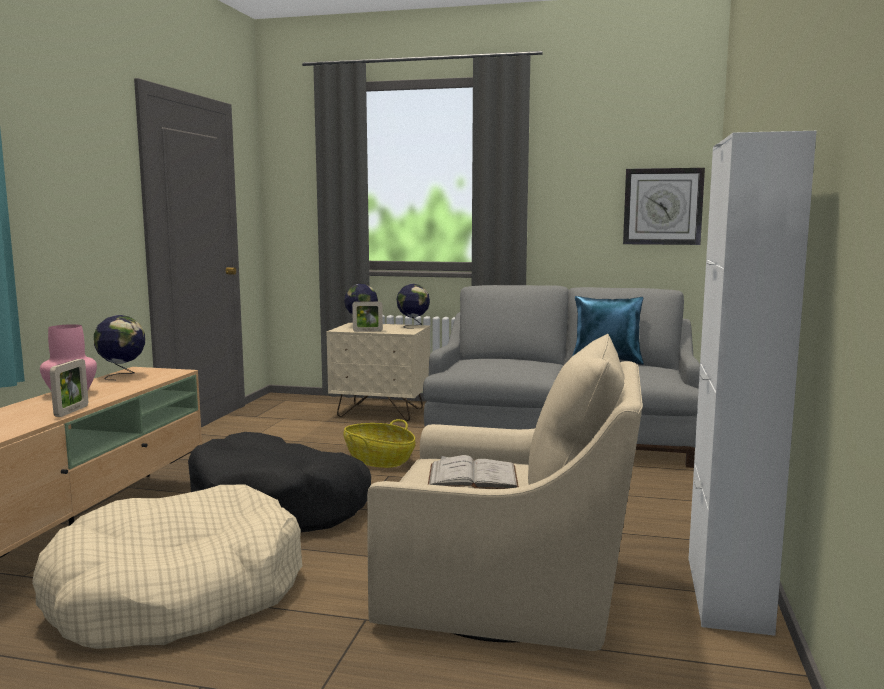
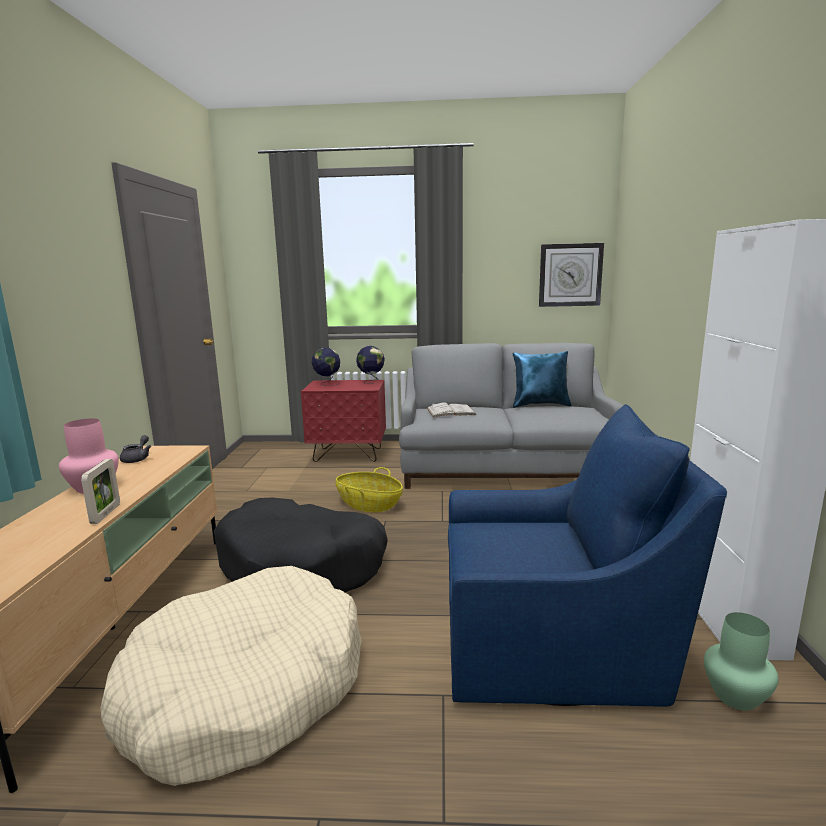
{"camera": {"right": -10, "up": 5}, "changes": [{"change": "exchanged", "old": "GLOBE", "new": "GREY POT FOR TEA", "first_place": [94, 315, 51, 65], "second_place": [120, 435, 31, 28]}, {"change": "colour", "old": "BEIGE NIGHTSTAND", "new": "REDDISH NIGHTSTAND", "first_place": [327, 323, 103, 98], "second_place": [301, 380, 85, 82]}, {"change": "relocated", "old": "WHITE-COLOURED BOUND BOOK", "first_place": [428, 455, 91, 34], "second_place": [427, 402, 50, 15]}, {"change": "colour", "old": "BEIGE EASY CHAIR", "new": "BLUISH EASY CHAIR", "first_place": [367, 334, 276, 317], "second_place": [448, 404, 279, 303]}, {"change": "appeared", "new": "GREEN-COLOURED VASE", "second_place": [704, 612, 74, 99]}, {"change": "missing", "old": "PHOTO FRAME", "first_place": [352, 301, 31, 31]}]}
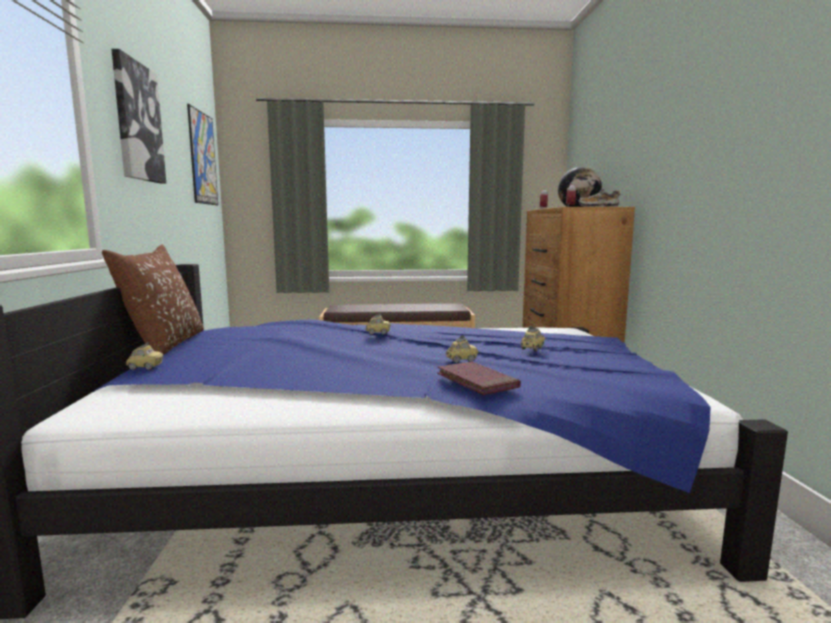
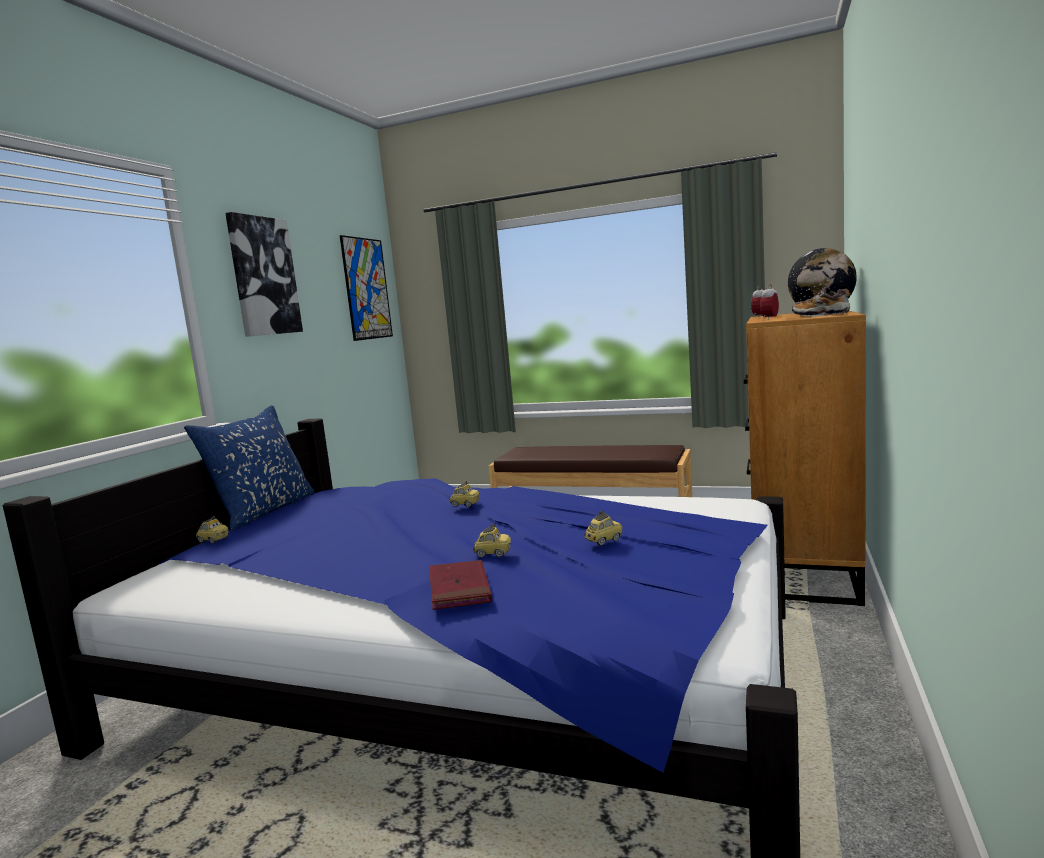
{"camera": {"right": 25, "up": 0}, "changes": [{"change": "colour", "old": "BROWNISH PILLOW", "new": "BLUISH PILLOW", "first_place": [102, 245, 102, 110], "second_place": [184, 405, 130, 125]}]}
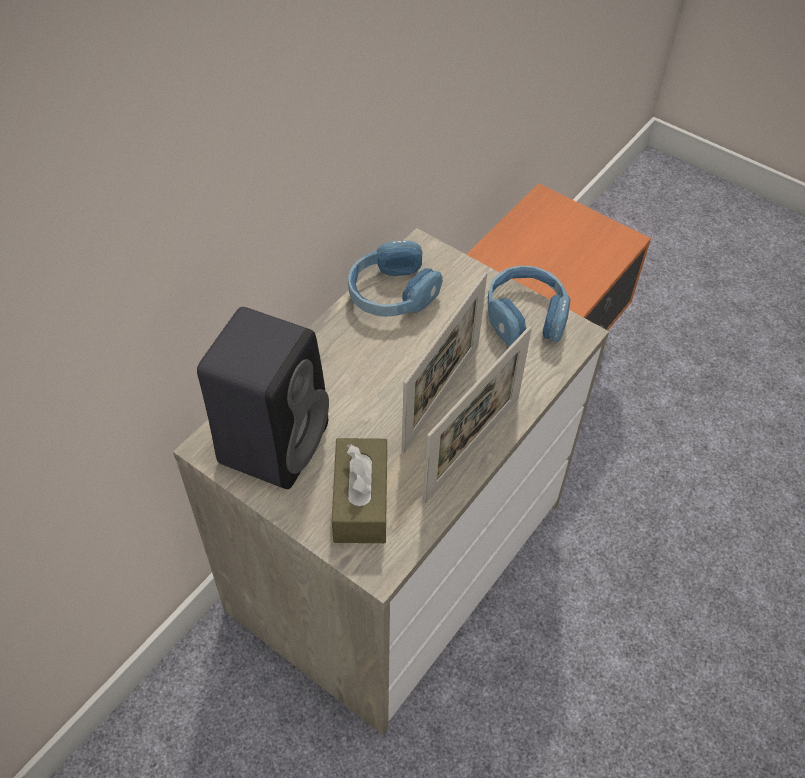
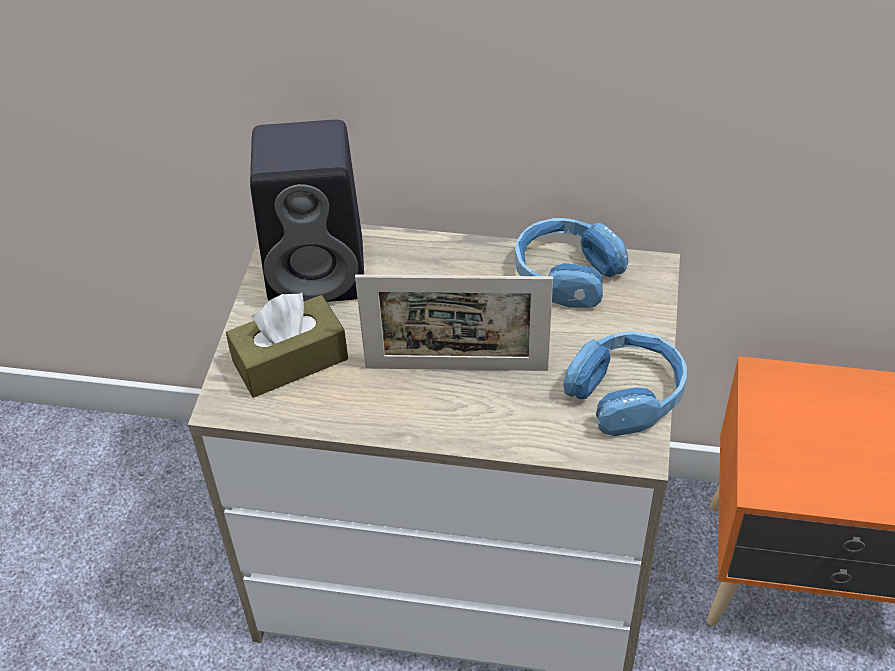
{"camera": {"right": 65, "up": -5}, "changes": [{"change": "missing", "old": "PHOTO FRAME", "first_place": [423, 326, 109, 178]}]}
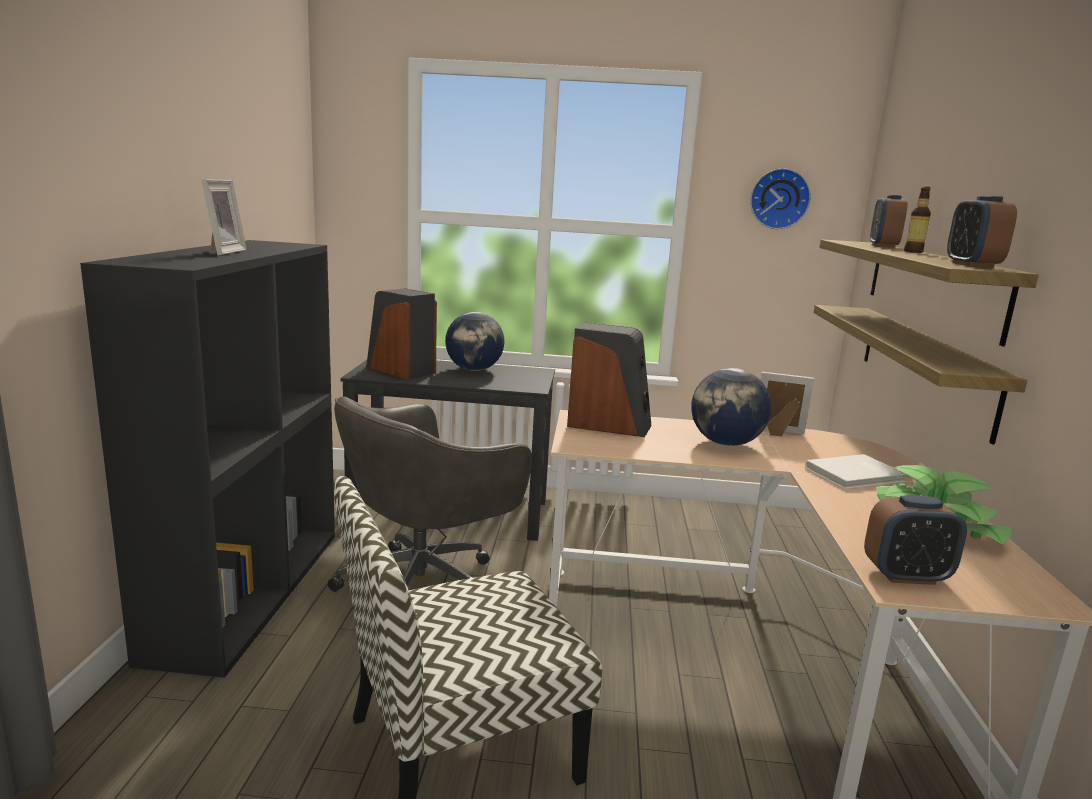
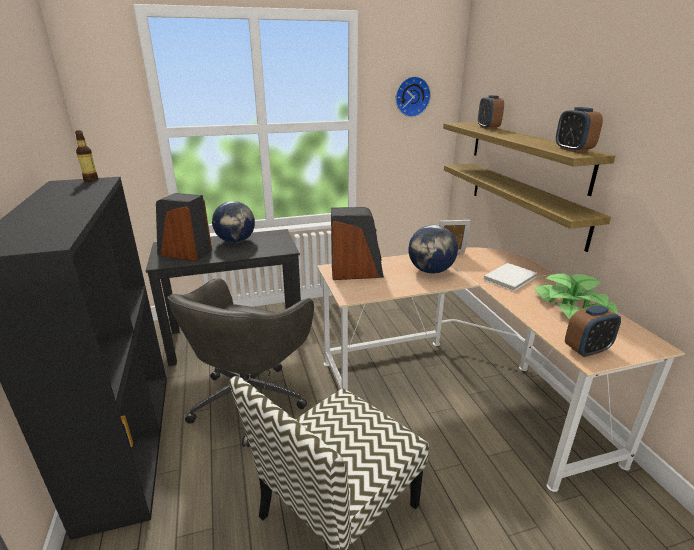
{"camera": {"right": -20, "up": 10}, "changes": [{"change": "relocated", "old": "BOTTLE", "first_place": [904, 187, 27, 66], "second_place": [75, 130, 23, 52]}, {"change": "missing", "old": "PHOTO FRAME", "first_place": [201, 179, 46, 76]}]}
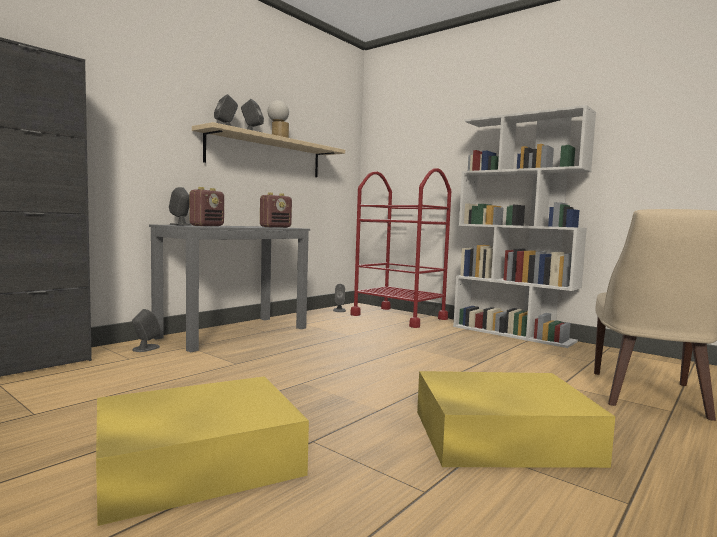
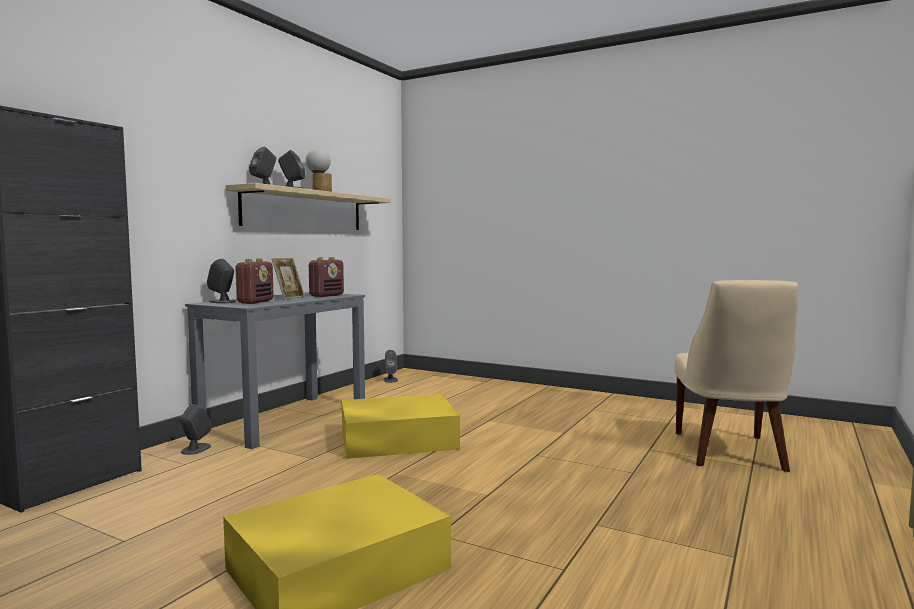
{"camera": {"right": -10, "up": 0}, "changes": [{"change": "appeared", "new": "PHOTO FRAME", "second_place": [272, 258, 33, 42]}, {"change": "relocated", "old": "YELLOWISH STORAGE CONTAINER", "first_place": [417, 371, 198, 97], "second_place": [342, 394, 118, 65]}, {"change": "missing", "old": "REDDISH CART", "first_place": [350, 168, 101, 160]}, {"change": "missing", "old": "WHITE-COLOURED BOOKSHELF", "first_place": [453, 105, 143, 243]}]}
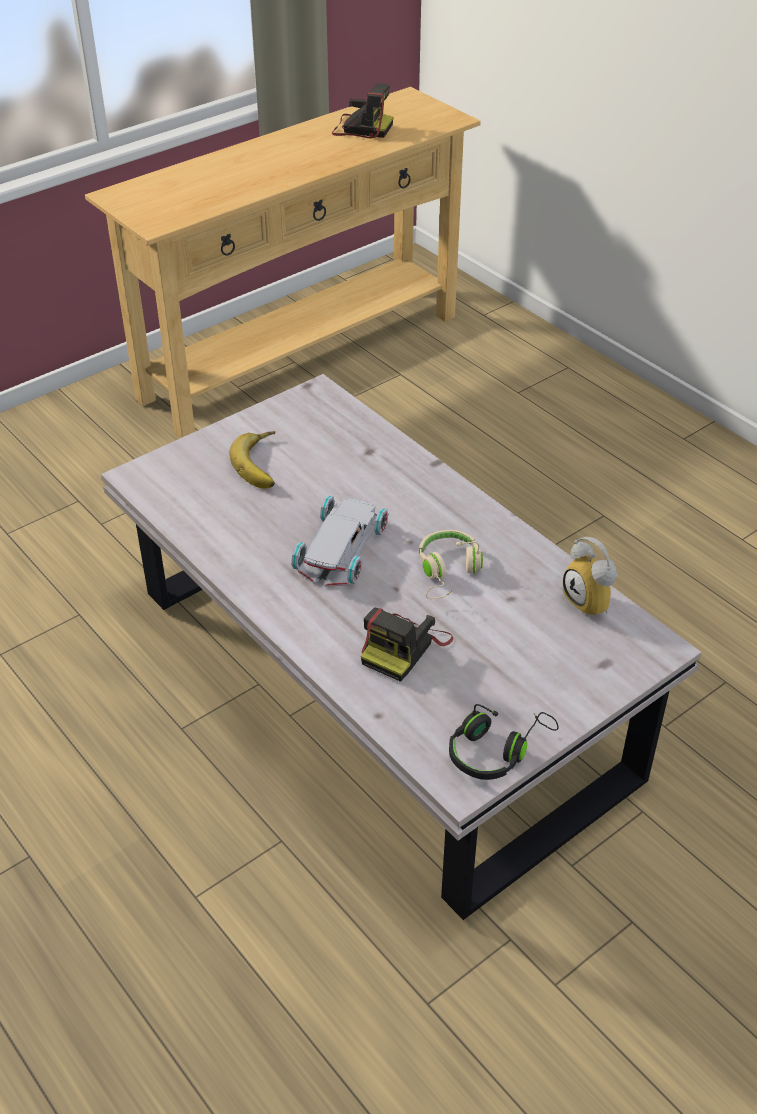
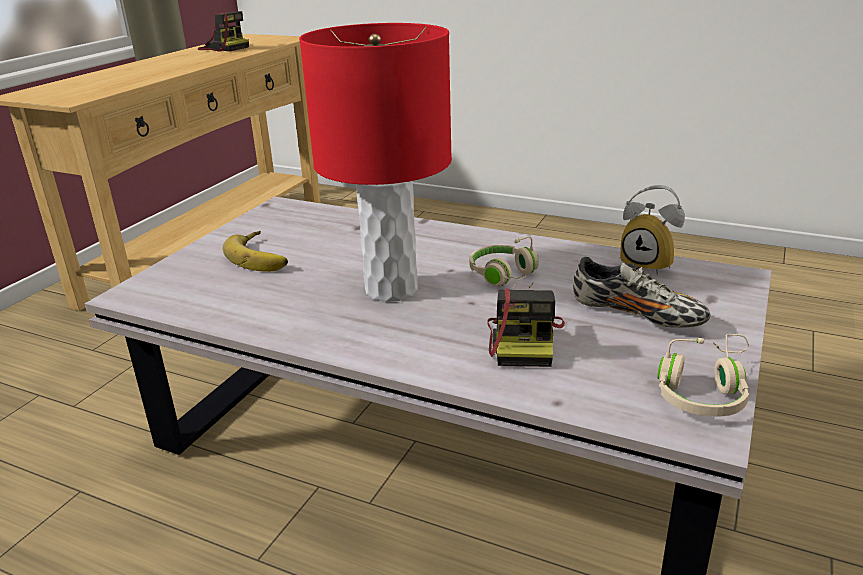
{"camera": {"right": -25, "up": -15}, "changes": [{"change": "spun", "old": "STILL CAMERA", "first_place": [332, 84, 61, 54], "second_place": [198, 11, 51, 41], "degrees": 45}, {"change": "exchanged", "old": "WHITE-COLOURED TOY CAR", "new": "REDDISH TABLE LAMP", "first_place": [291, 495, 97, 92], "second_place": [299, 23, 153, 279]}, {"change": "appeared", "new": "ITEM OF FOOTWEAR", "second_place": [573, 257, 138, 70]}, {"change": "colour", "old": "BLACK-COLOURED PAIR OF HEADPHONES", "new": "BEIGE PAIR OF HEADPHONES", "first_place": [449, 704, 109, 76], "second_place": [657, 334, 92, 83]}]}
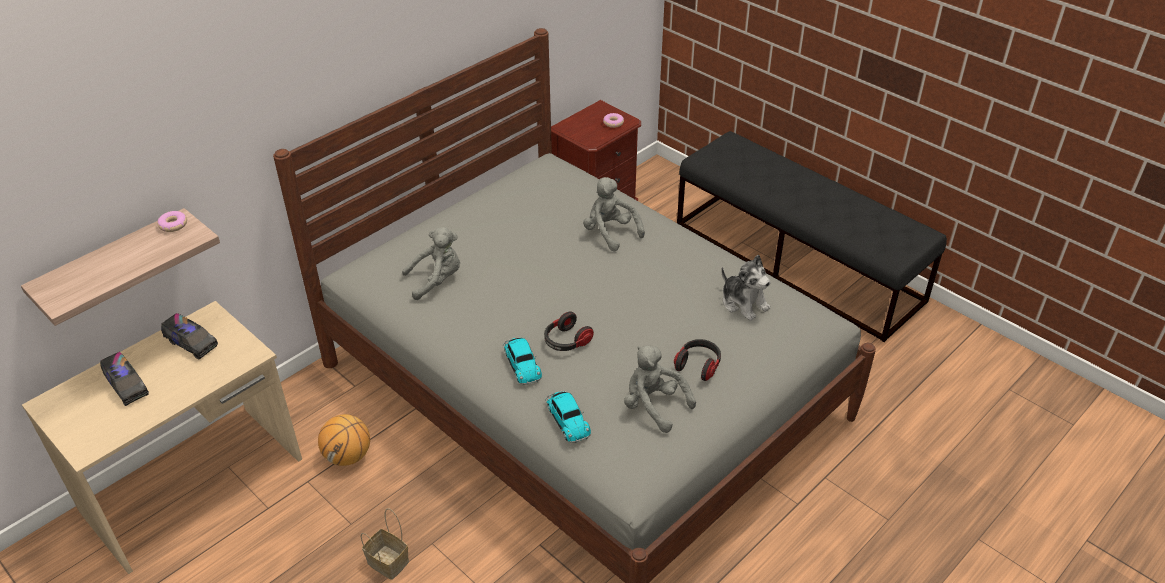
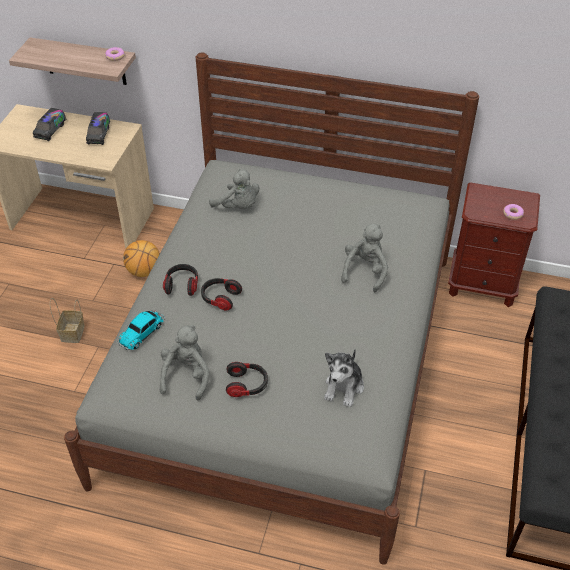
{"camera": {"right": 60, "up": 5}, "changes": [{"change": "exchanged", "old": "TOY CAR", "new": "PAIR OF HEADPHONES", "first_place": [503, 337, 39, 48], "second_place": [163, 264, 35, 32]}]}
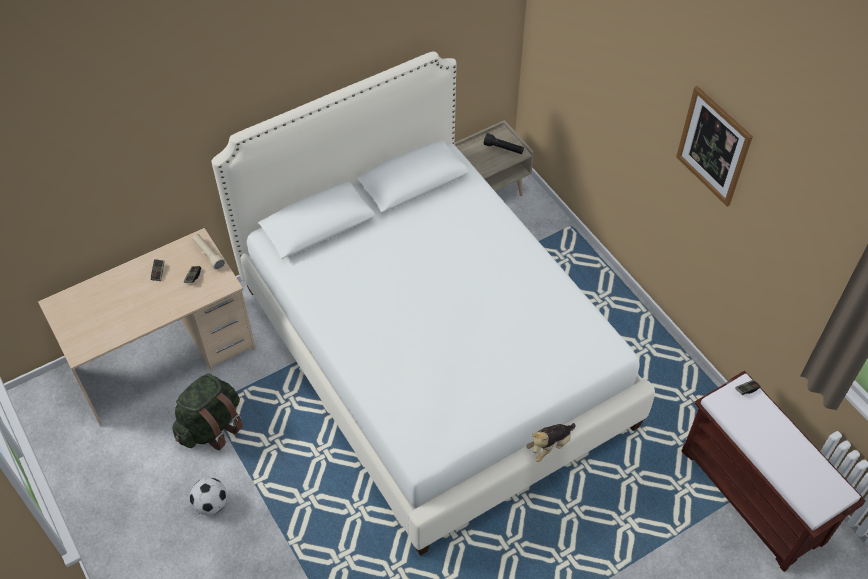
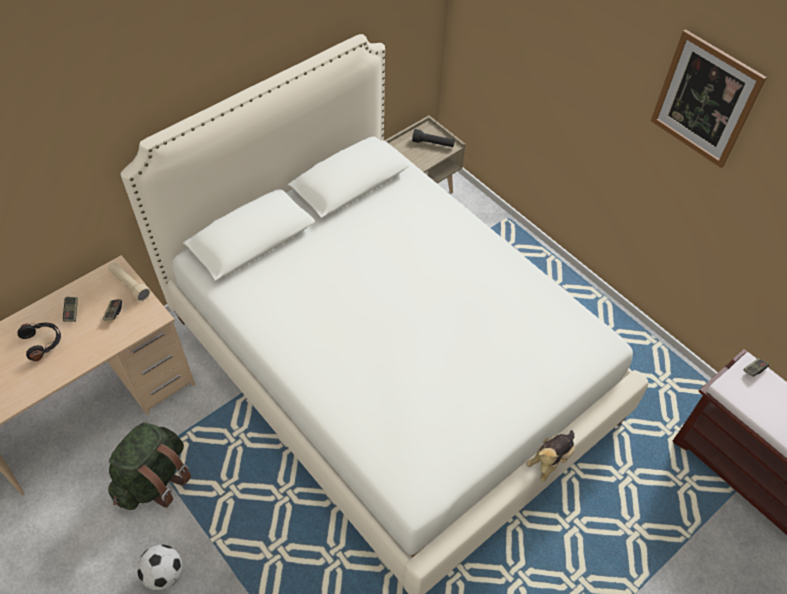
{"camera": {"right": -10, "up": 0}, "changes": [{"change": "appeared", "new": "BLACK-COLOURED PAIR OF HEADPHONES", "second_place": [17, 323, 44, 38]}]}
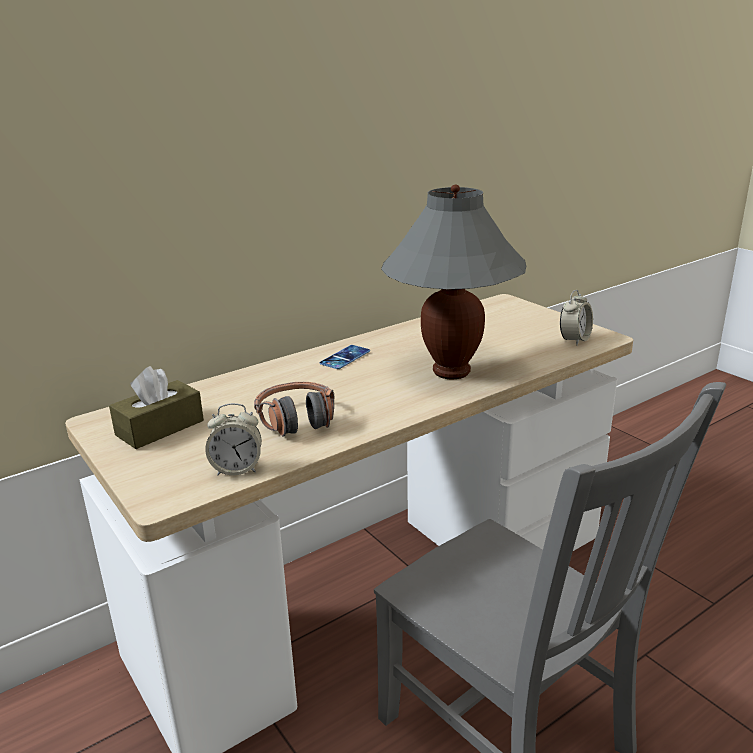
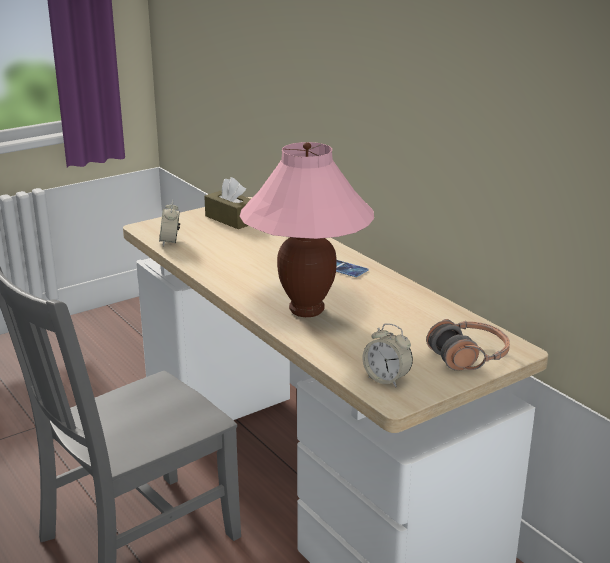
{"camera": {"right": 90, "up": 0}, "changes": [{"change": "colour", "old": "GREY TABLE LAMP", "new": "PINK TABLE LAMP", "first_place": [381, 185, 145, 194], "second_place": [239, 142, 135, 175]}, {"change": "relocated", "old": "PAIR OF HEADPHONES", "first_place": [254, 382, 80, 55], "second_place": [426, 319, 84, 52]}]}
